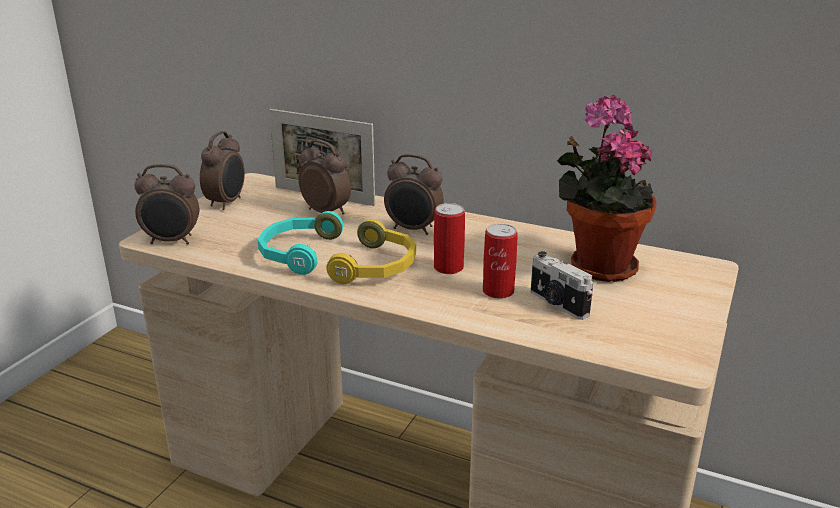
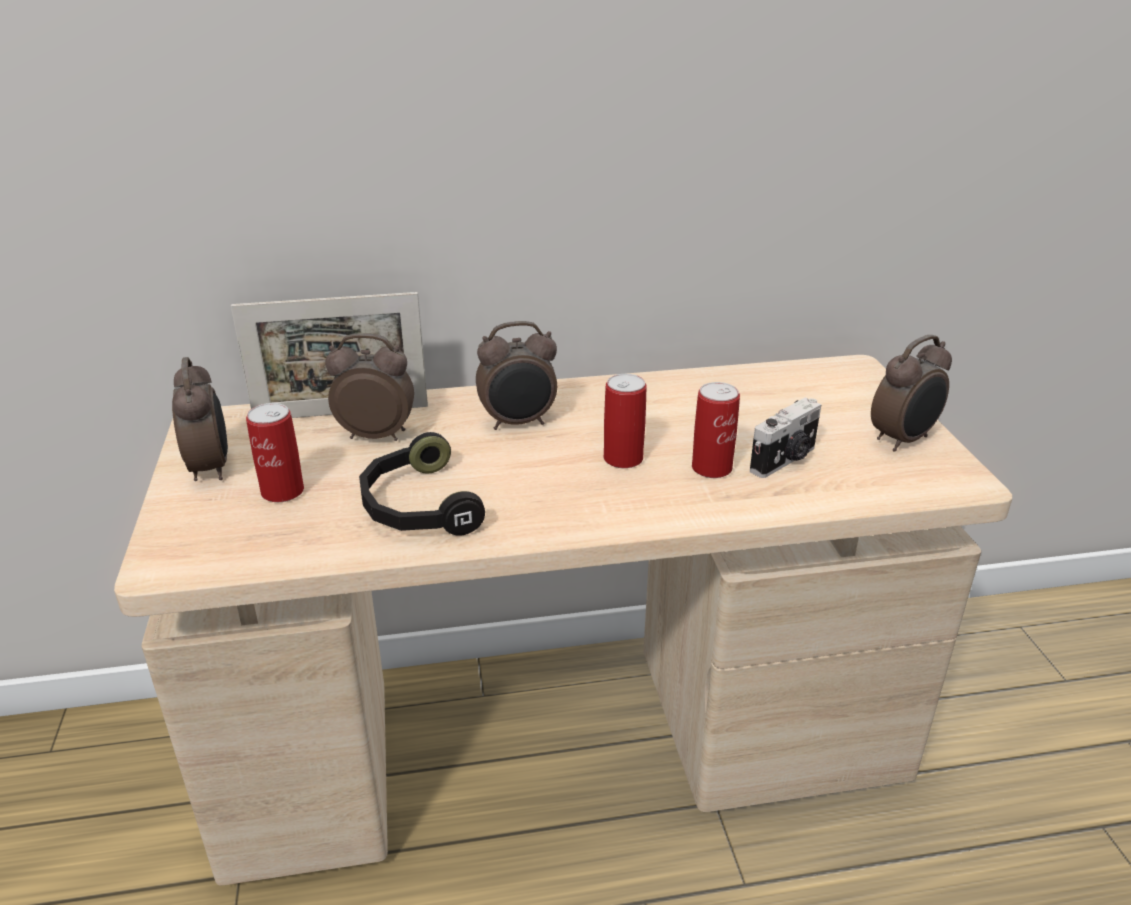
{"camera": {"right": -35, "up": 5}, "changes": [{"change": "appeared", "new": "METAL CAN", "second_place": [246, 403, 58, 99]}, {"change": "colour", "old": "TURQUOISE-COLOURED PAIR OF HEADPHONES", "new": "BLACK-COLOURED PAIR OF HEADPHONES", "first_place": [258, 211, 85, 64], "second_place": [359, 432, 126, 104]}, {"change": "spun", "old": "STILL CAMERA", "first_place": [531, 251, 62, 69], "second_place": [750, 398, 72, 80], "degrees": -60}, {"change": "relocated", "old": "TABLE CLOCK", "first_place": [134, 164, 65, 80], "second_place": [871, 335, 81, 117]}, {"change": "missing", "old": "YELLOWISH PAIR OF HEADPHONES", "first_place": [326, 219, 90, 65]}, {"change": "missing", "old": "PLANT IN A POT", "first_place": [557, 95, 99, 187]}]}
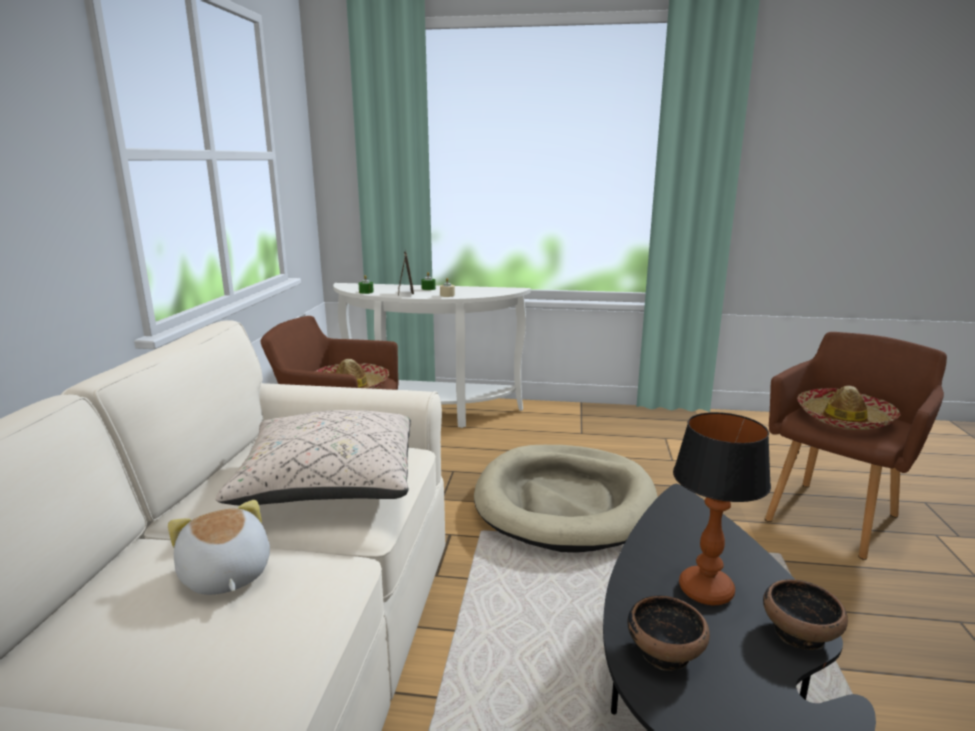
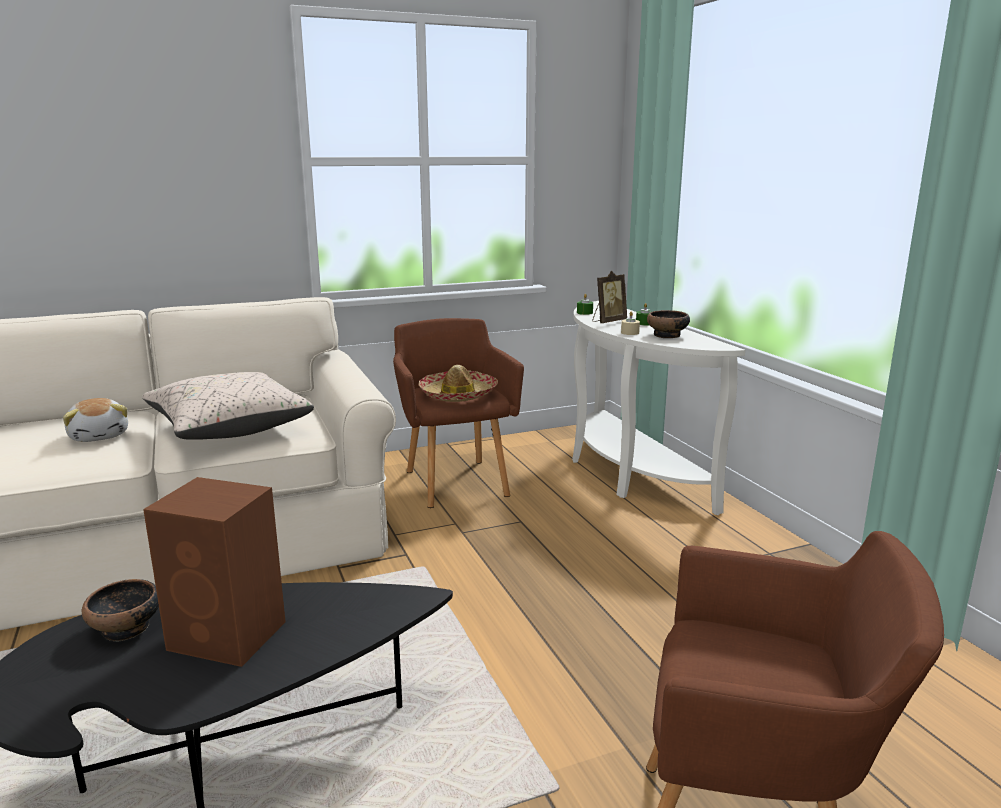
{"camera": {"right": 60, "up": 0}, "changes": [{"change": "spun", "old": "SOFT TOY", "first_place": [168, 500, 102, 95], "second_place": [63, 398, 65, 44], "degrees": 120}, {"change": "exchanged", "old": "TABLE LAMP", "new": "BROWNISH SPEAKER", "first_place": [673, 412, 98, 194], "second_place": [143, 477, 143, 190]}, {"change": "relocated", "old": "DEEP DISH", "first_place": [763, 579, 85, 71], "second_place": [647, 310, 43, 28]}, {"change": "missing", "old": "BEIGE DOG BED", "first_place": [474, 445, 184, 108]}, {"change": "missing", "old": "WEARABLE HAT", "first_place": [797, 386, 104, 44]}]}
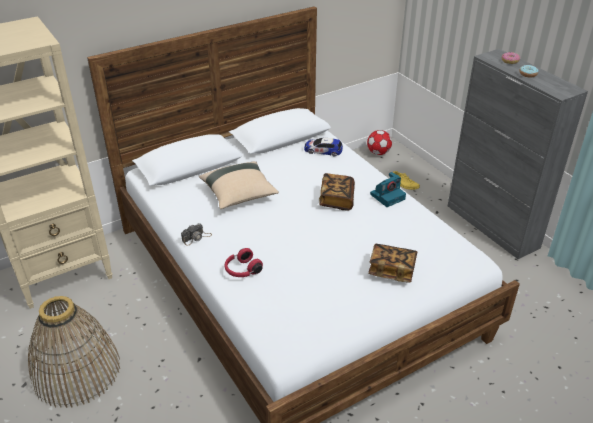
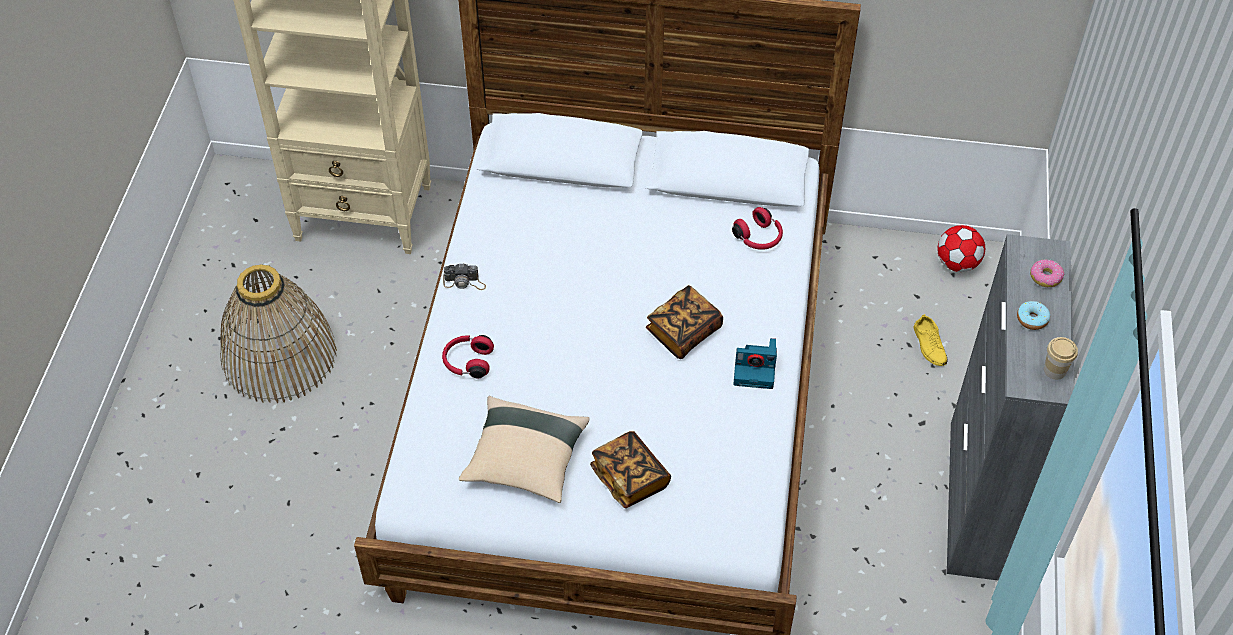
{"camera": {"right": 40, "up": 15}, "changes": [{"change": "relocated", "old": "BEIGE PILLOW", "first_place": [199, 161, 80, 48], "second_place": [459, 396, 131, 107]}, {"change": "exchanged", "old": "TOY CAR", "new": "REDDISH PAIR OF HEADPHONES", "first_place": [304, 137, 39, 20], "second_place": [732, 207, 51, 43]}, {"change": "appeared", "new": "SMALL CUP", "second_place": [1044, 337, 34, 43]}]}
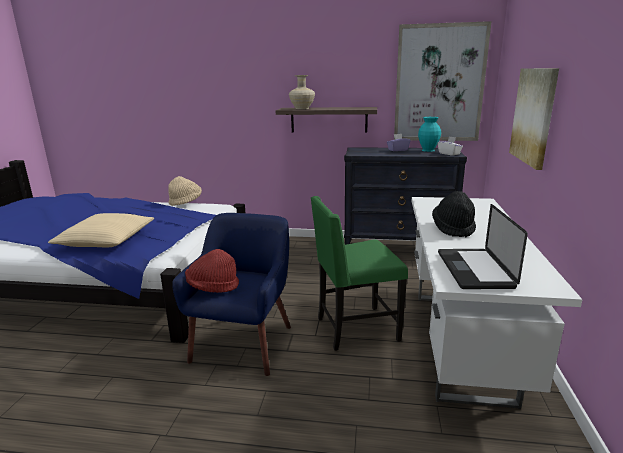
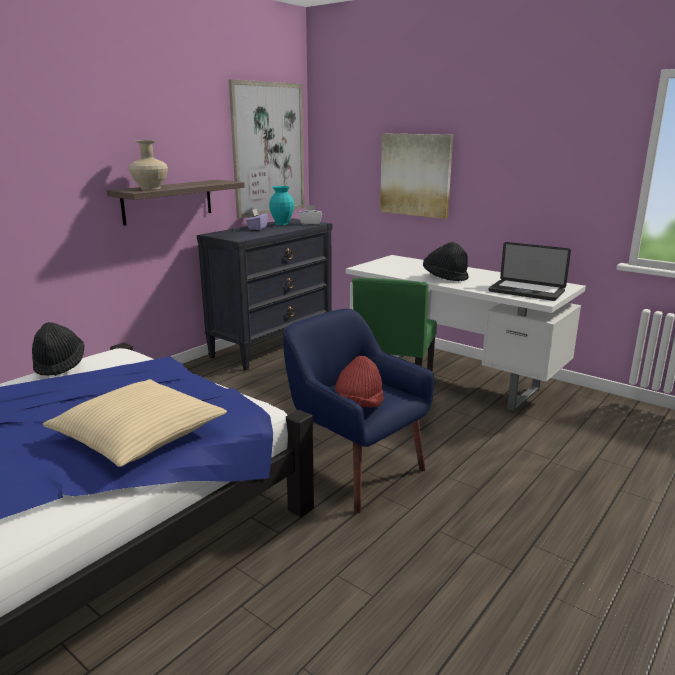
{"camera": {"right": -60, "up": 0}, "changes": [{"change": "colour", "old": "BEIGE WEARABLE HAT", "new": "BLACK-COLOURED WEARABLE HAT", "first_place": [168, 176, 34, 30], "second_place": [32, 322, 52, 54]}]}
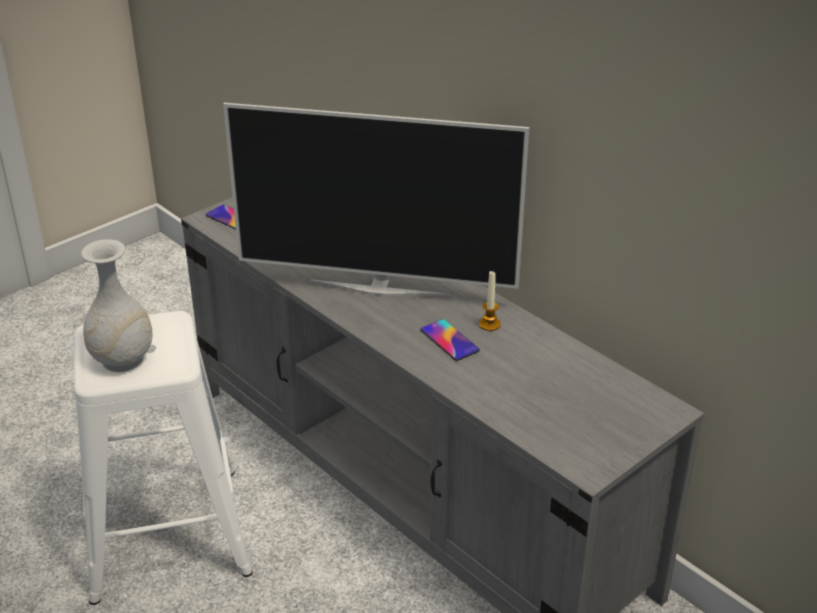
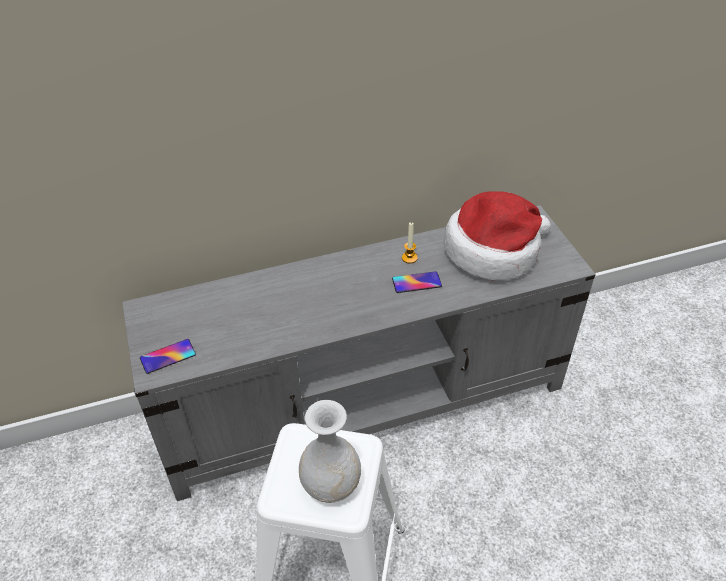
{"camera": {"right": -65, "up": 10}, "changes": [{"change": "appeared", "new": "WEARABLE HAT", "second_place": [444, 191, 107, 90]}, {"change": "missing", "old": "TV SET", "first_place": [223, 103, 306, 193]}]}
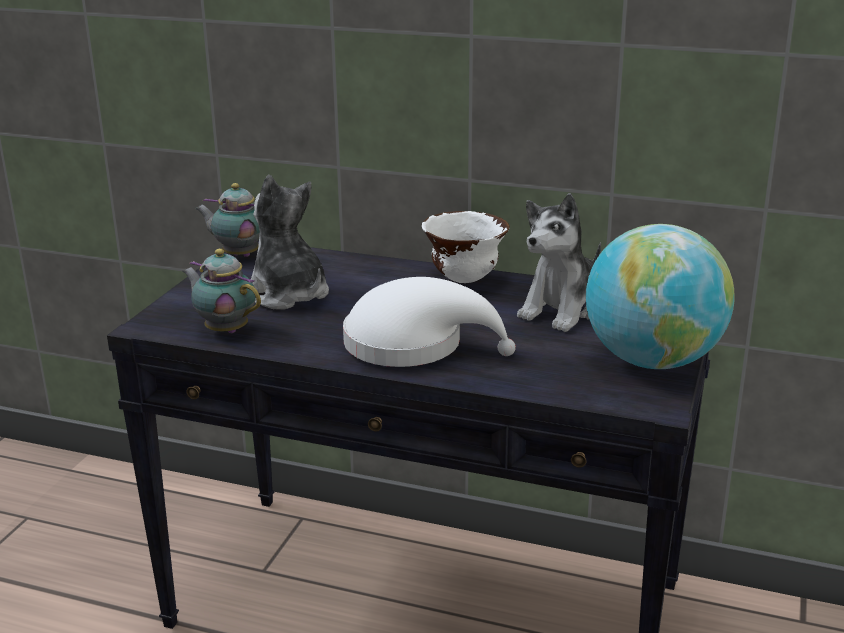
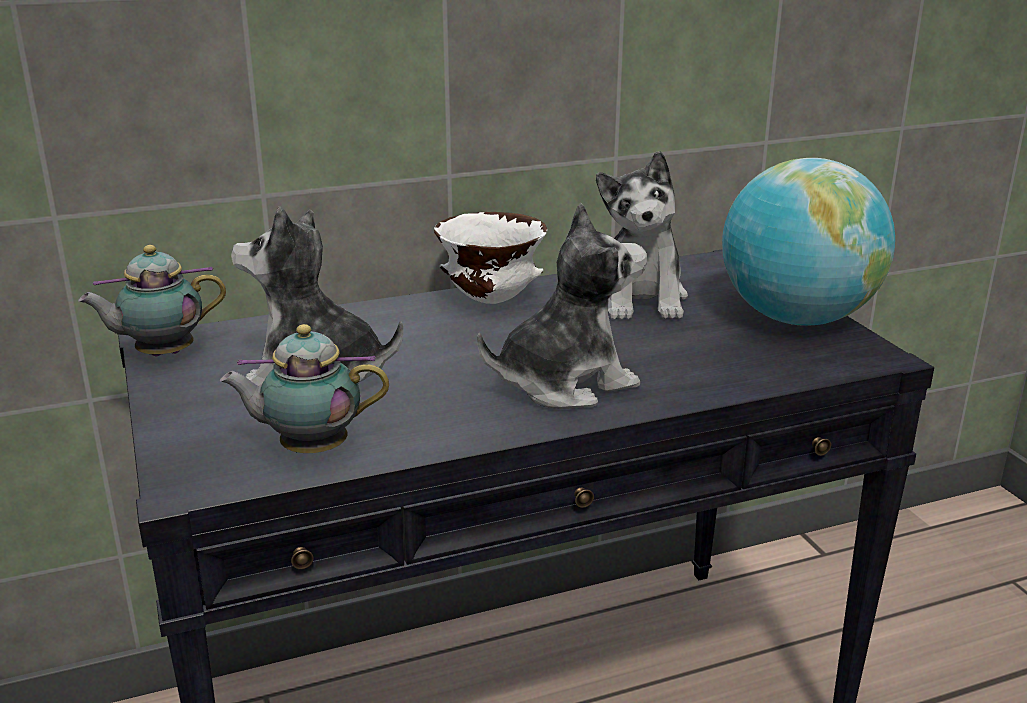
{"camera": {"right": -40, "up": 0}, "changes": [{"change": "exchanged", "old": "WHITE-COLOURED WEARABLE HAT", "new": "SOFT TOY", "first_place": [343, 277, 173, 90], "second_place": [477, 203, 170, 206]}]}
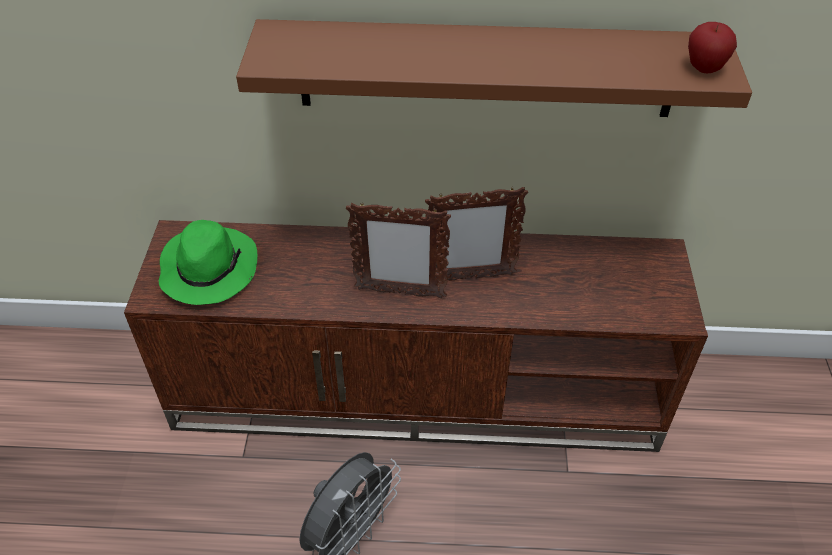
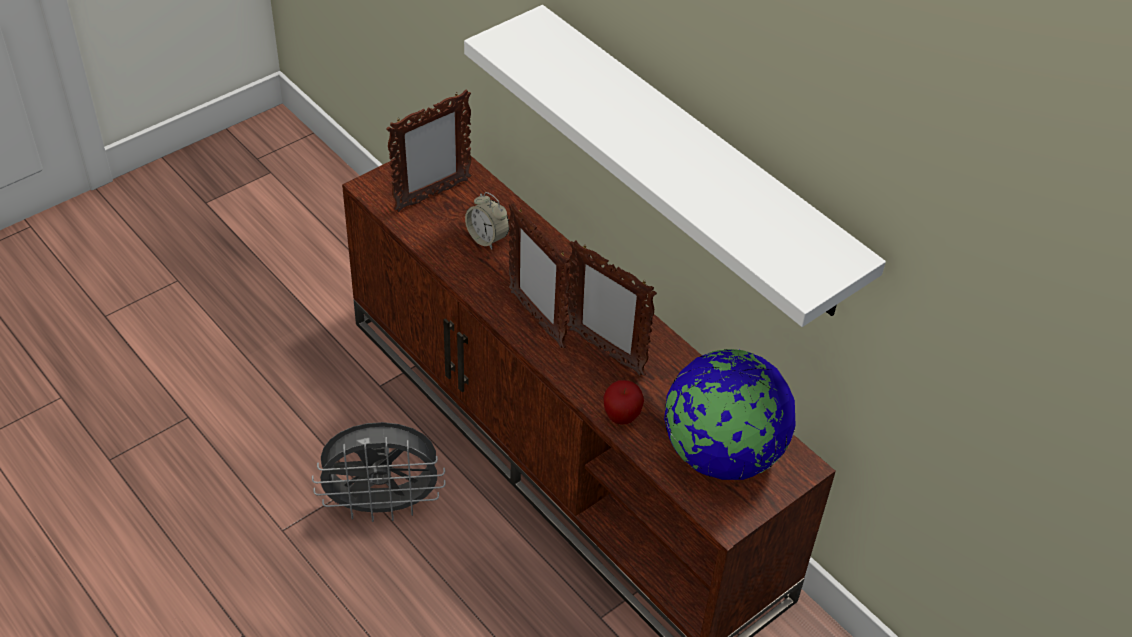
{"camera": {"right": 45, "up": 0}, "changes": [{"change": "exchanged", "old": "GREEN-COLOURED WEARABLE HAT", "new": "PHOTO FRAME", "first_place": [159, 220, 98, 85], "second_place": [386, 90, 85, 122]}, {"change": "colour", "old": "BROWNISH WALL SHELF", "new": "WHITE-COLOURED WALL SHELF", "first_place": [236, 19, 516, 98], "second_place": [464, 5, 422, 322]}, {"change": "appeared", "new": "TABLE CLOCK", "second_place": [465, 192, 44, 57]}, {"change": "relocated", "old": "APPLE", "first_place": [688, 22, 49, 51], "second_place": [603, 380, 41, 44]}, {"change": "appeared", "new": "GLOBE", "second_place": [664, 349, 132, 131]}]}
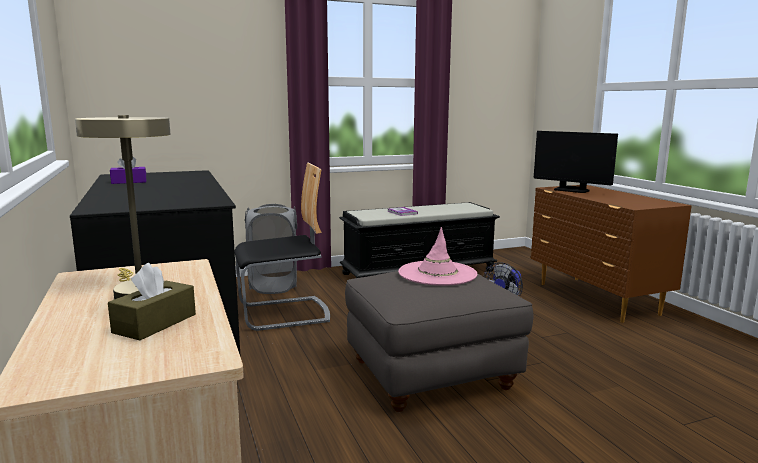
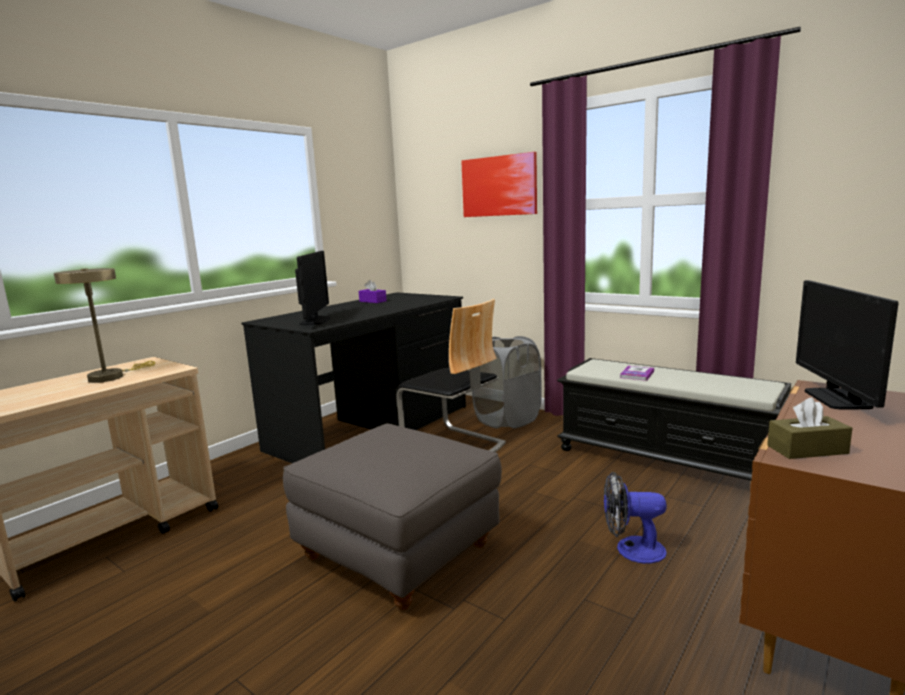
{"camera": {"right": 60, "up": 0}, "changes": [{"change": "appeared", "new": "MONITOR", "second_place": [295, 251, 35, 74]}, {"change": "appeared", "new": "WALL PICTURE", "second_place": [461, 152, 76, 65]}, {"change": "relocated", "old": "BROWNISH TISSUE BOX", "first_place": [108, 263, 88, 77], "second_place": [767, 397, 85, 62]}, {"change": "missing", "old": "PINK WEARABLE HAT", "first_place": [398, 227, 79, 59]}]}
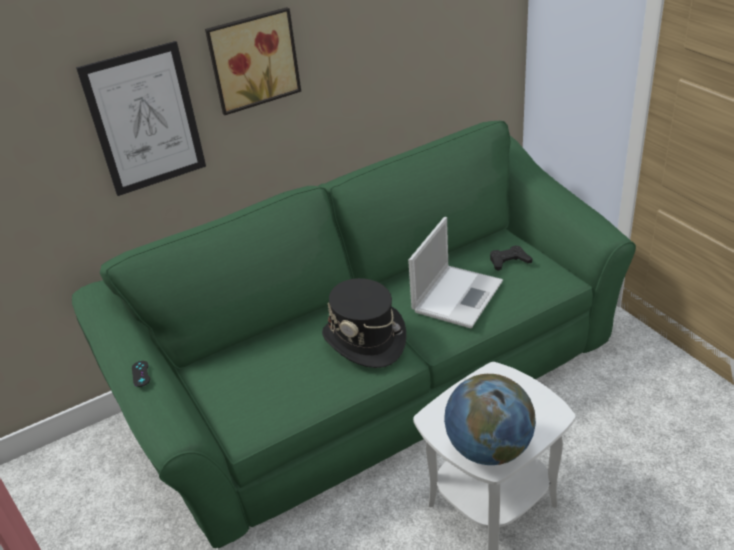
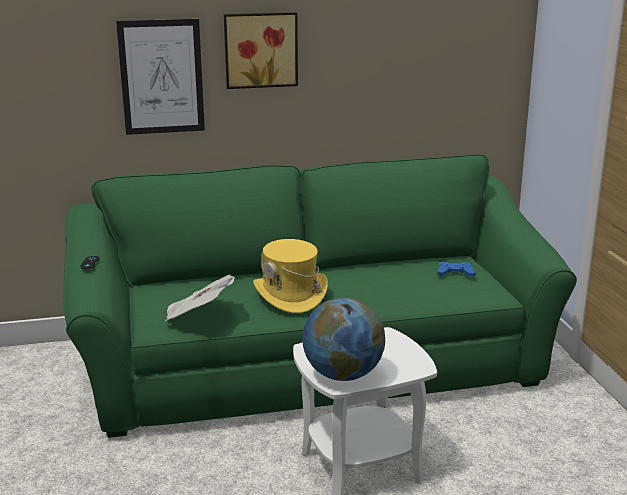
{"camera": {"right": 15, "up": -15}, "changes": [{"change": "appeared", "new": "DAILY PAPER", "second_place": [165, 274, 70, 47]}, {"change": "colour", "old": "BLACK-COLOURED WEARABLE HAT", "new": "YELLOWISH WEARABLE HAT", "first_place": [322, 278, 84, 90], "second_place": [253, 239, 75, 74]}, {"change": "colour", "old": "BLACK-COLOURED GAME CONTROLLER", "new": "BLUISH GAME CONTROLLER", "first_place": [490, 246, 42, 25], "second_place": [437, 262, 39, 15]}, {"change": "missing", "old": "LAPTOP", "first_place": [408, 217, 95, 111]}]}
